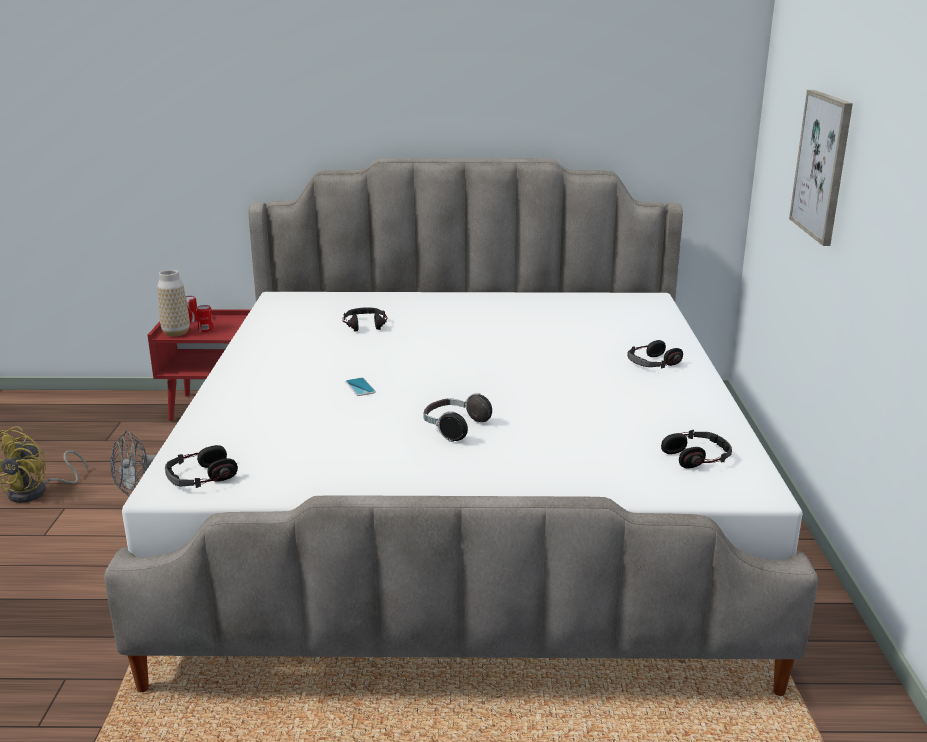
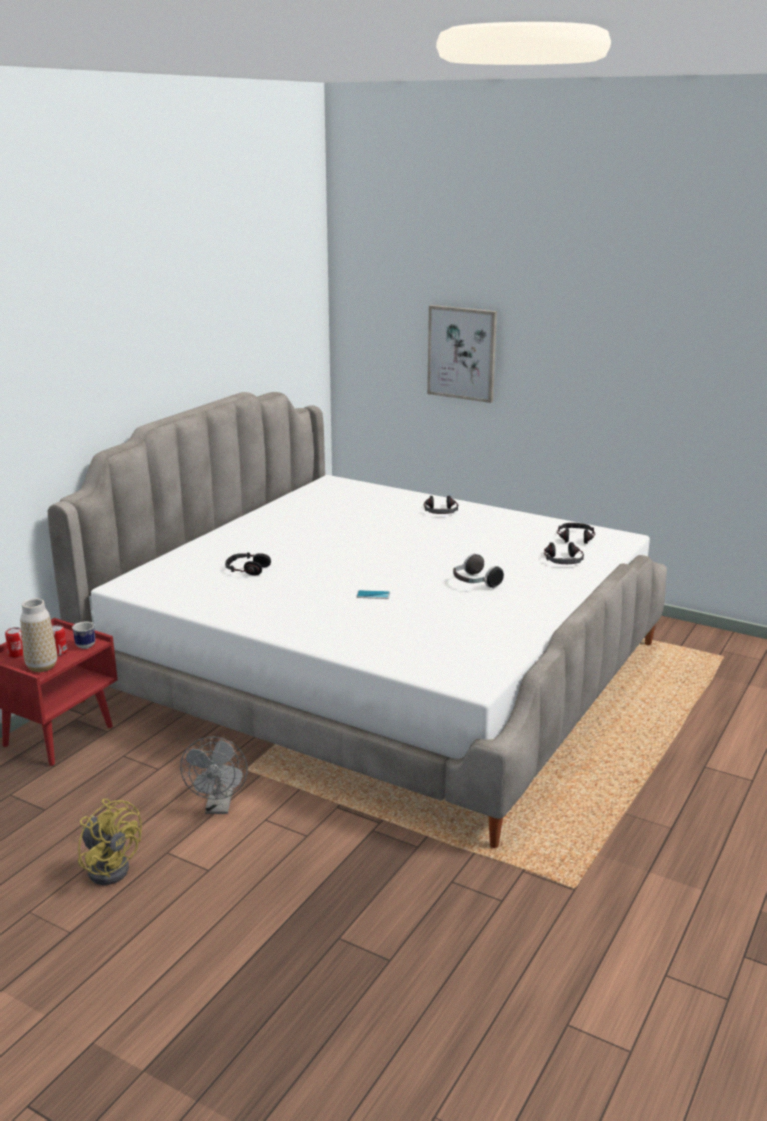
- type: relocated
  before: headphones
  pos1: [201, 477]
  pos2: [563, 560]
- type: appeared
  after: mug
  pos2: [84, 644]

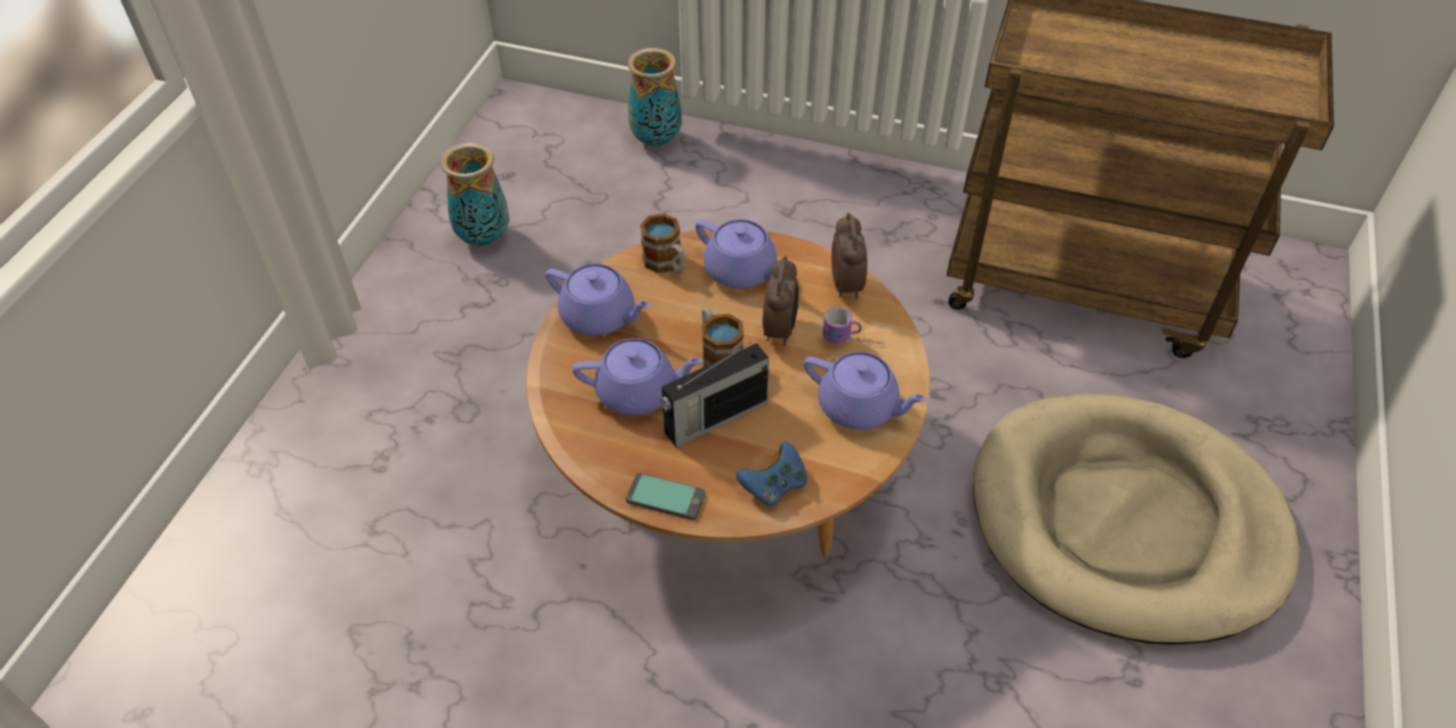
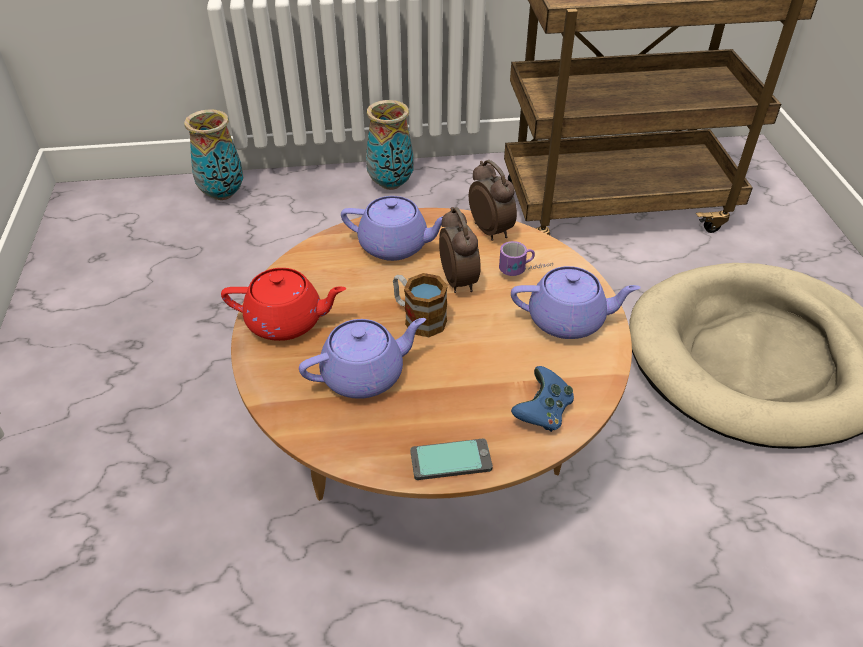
- type: relocated
  before: vase
  pos1: [485, 238]
  pos2: [391, 184]
- type: colour
  before: purple teapot
  after: red teapot
  pos1: [599, 317]
  pos2: [287, 321]
- type: missing
  before: mug
  pos1: [667, 264]
- type: missing
  before: radio
  pos1: [714, 418]

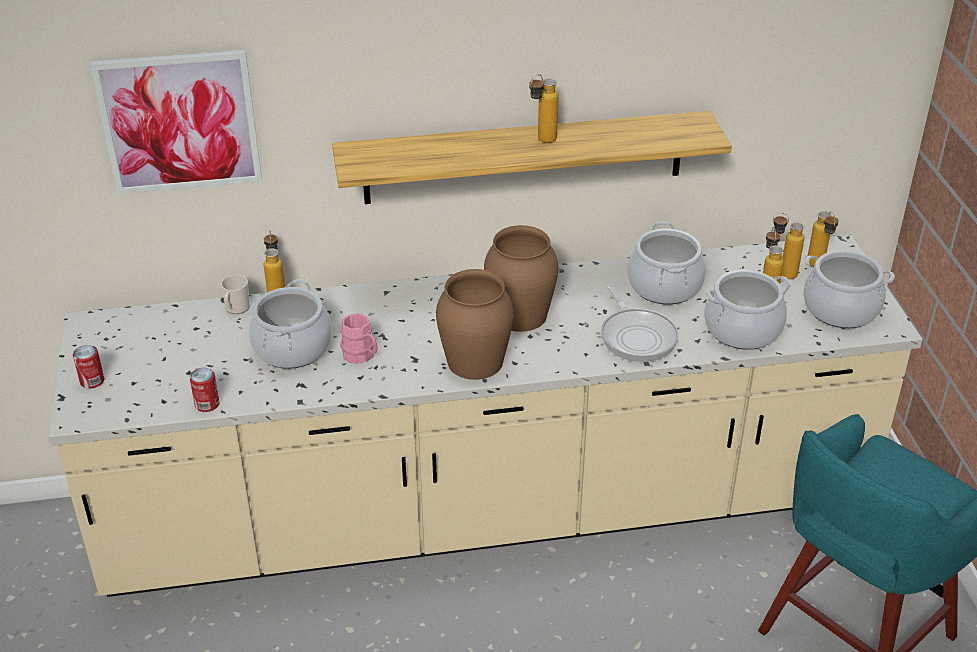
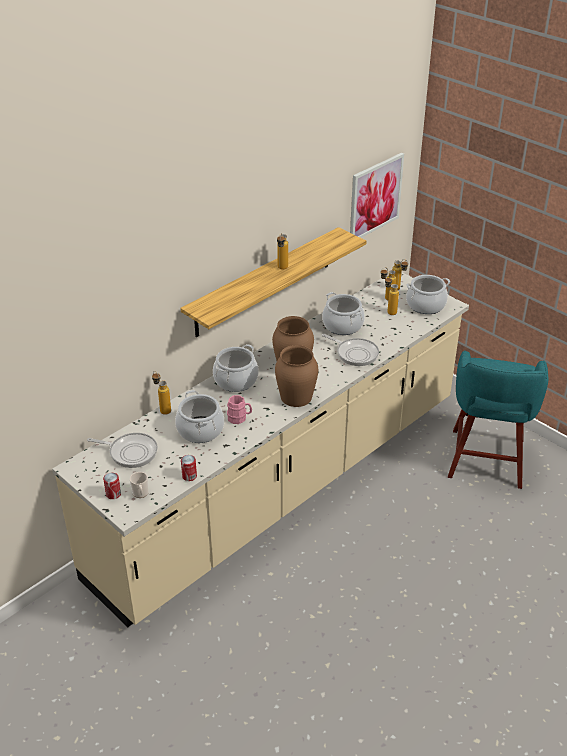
- type: relocated
  before: picture
  pos1: [179, 121]
  pos2: [375, 197]
- type: relocated
  before: mug
  pos1: [236, 309]
  pos2: [141, 494]
- type: relocated
  before: cooking pot
  pos1: [742, 329]
  pos2: [235, 380]
- type: appeared
  after: frying pan
  pos2: [130, 452]

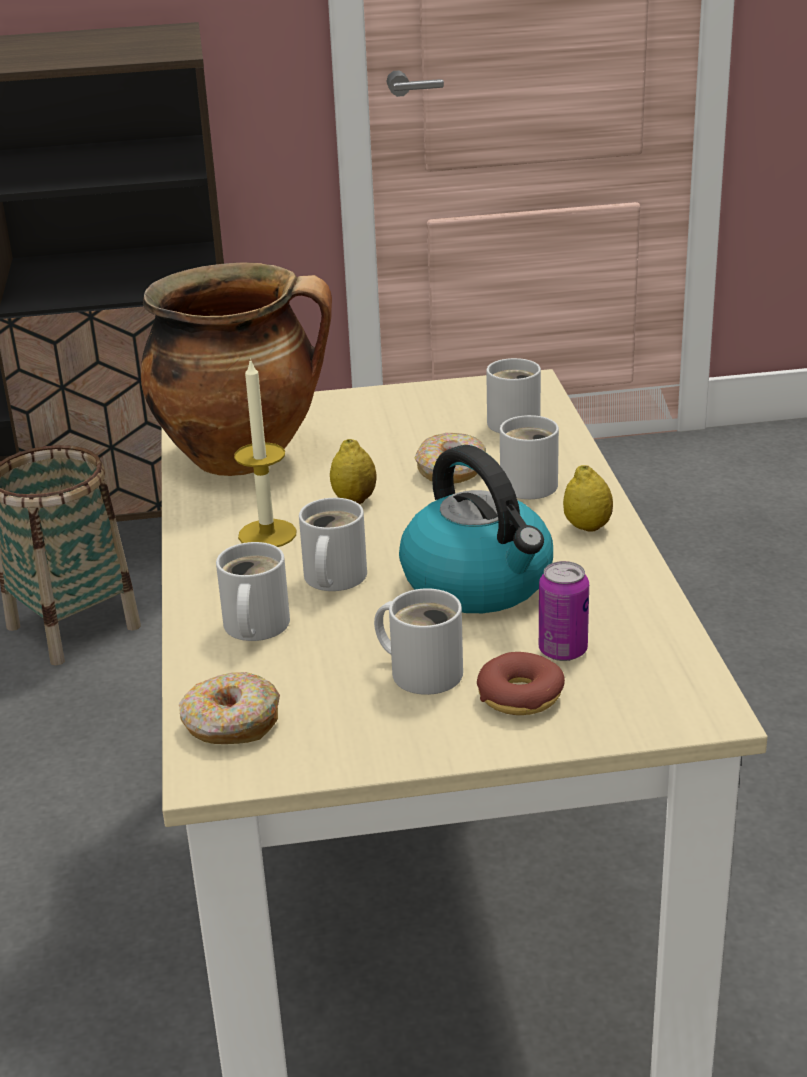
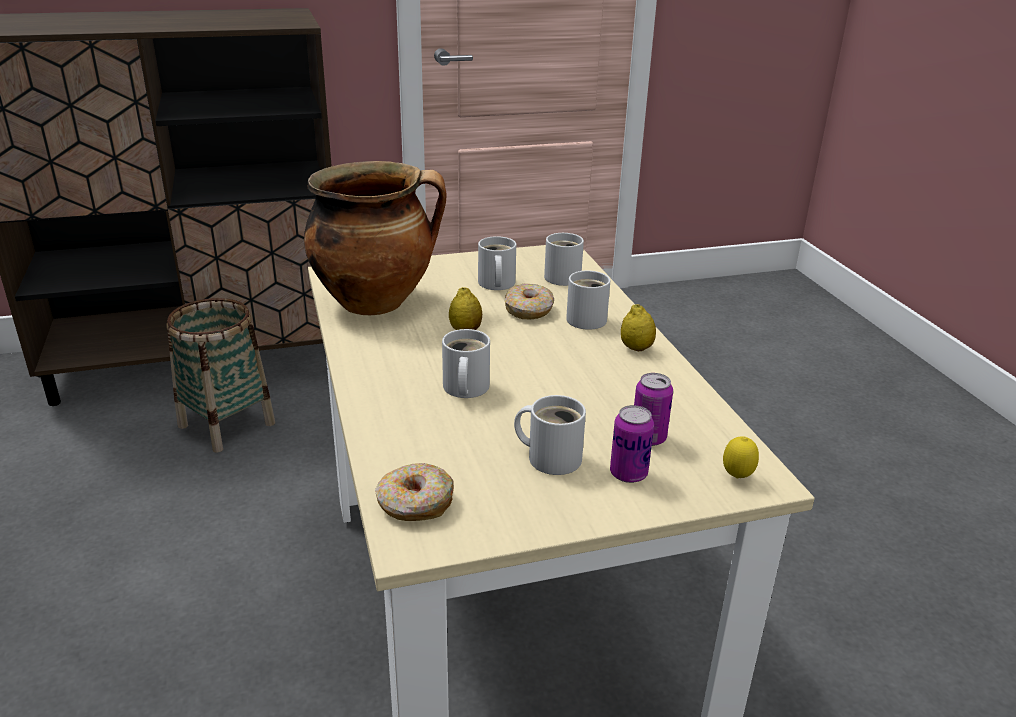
- type: relocated
  before: white mug
  pos1: [253, 627]
  pos2: [495, 284]
- type: missing
  before: candle
  pos1: [267, 534]
- type: missing
  before: kettle
  pos1: [479, 583]
- type: exchanged
  before: donut
  after: can
  pos1: [520, 696]
  pos2: [628, 474]
- type: appeared
  after: lemon
  pos2: [737, 477]

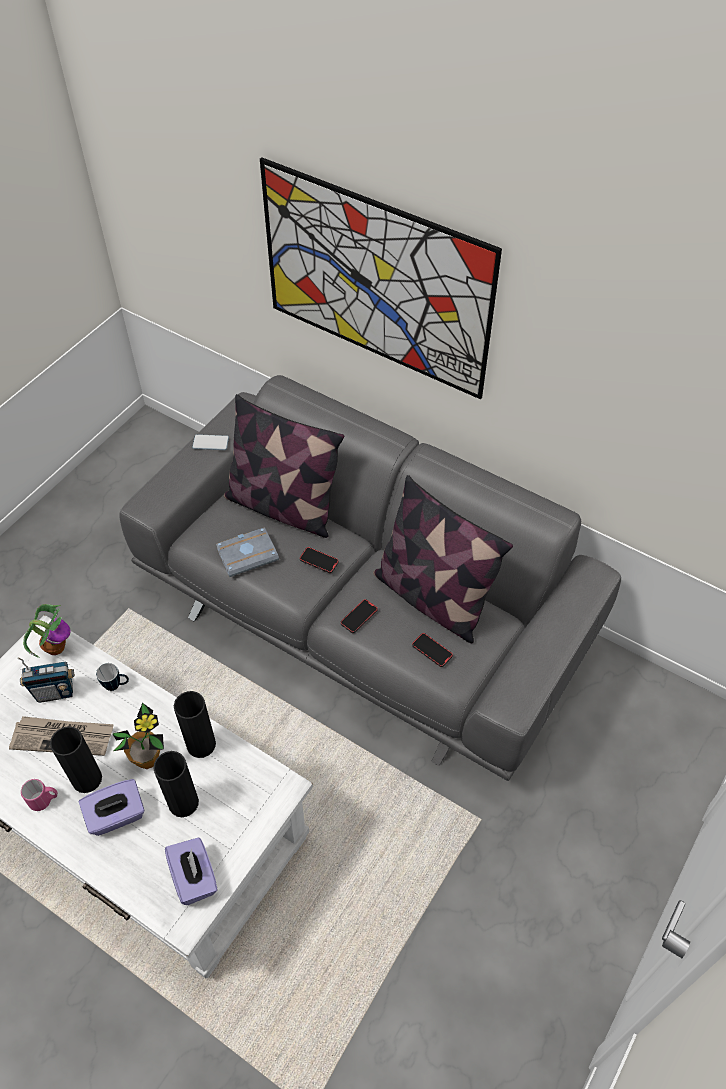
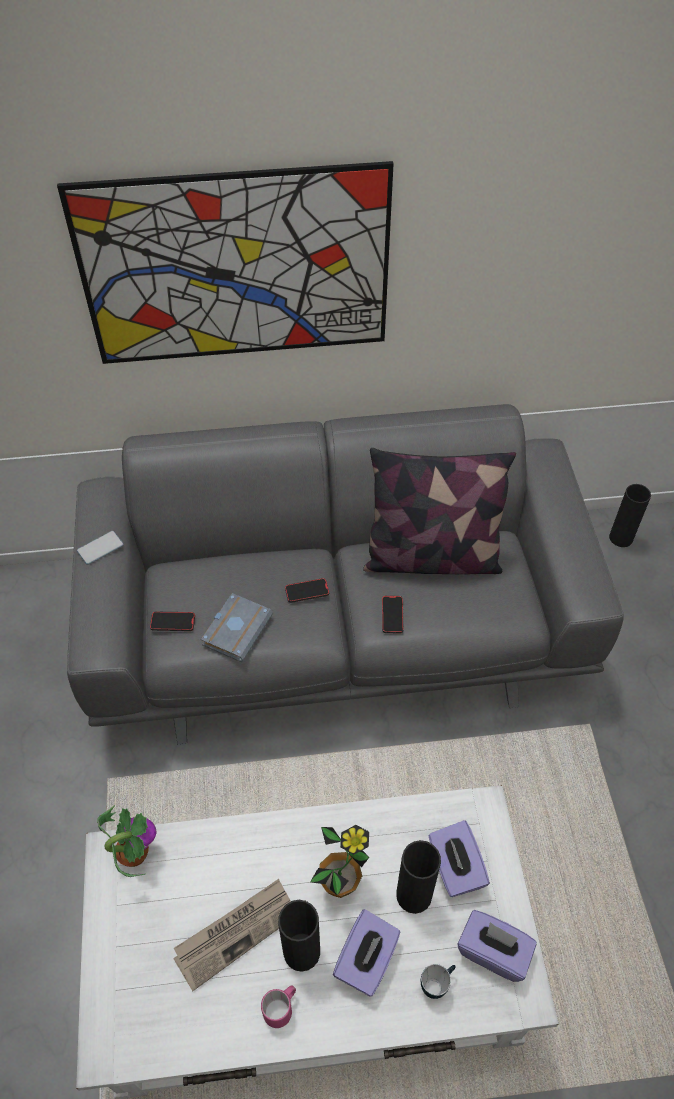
- type: missing
  before: radio
  pos1: [55, 692]
- type: relocated
  before: mug
  pos1: [116, 685]
  pos2: [437, 984]
- type: relocated
  before: black vase
  pos1: [201, 744]
  pos2: [621, 538]
- type: missing
  before: pillow
  pos1: [282, 506]
- type: relocated
  before: phone
  pos1: [432, 651]
  pos2: [173, 622]
- type: appeared
  after: purple tissue box
  pos2: [455, 868]

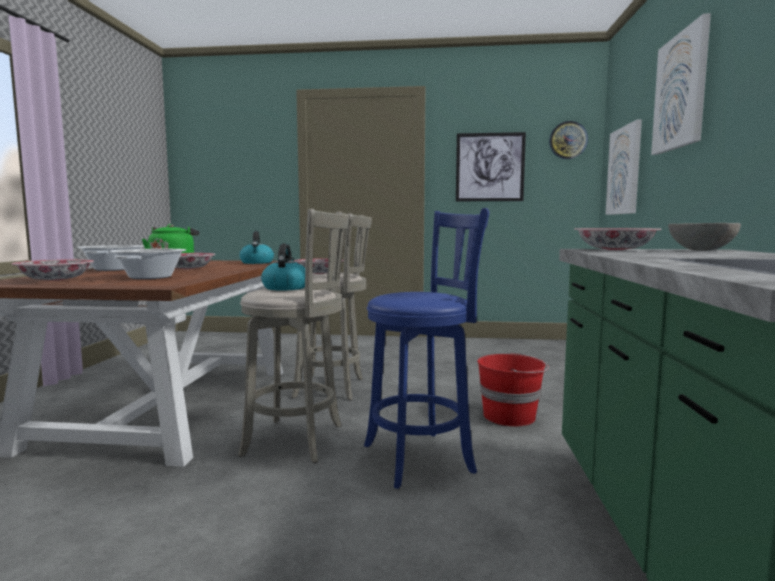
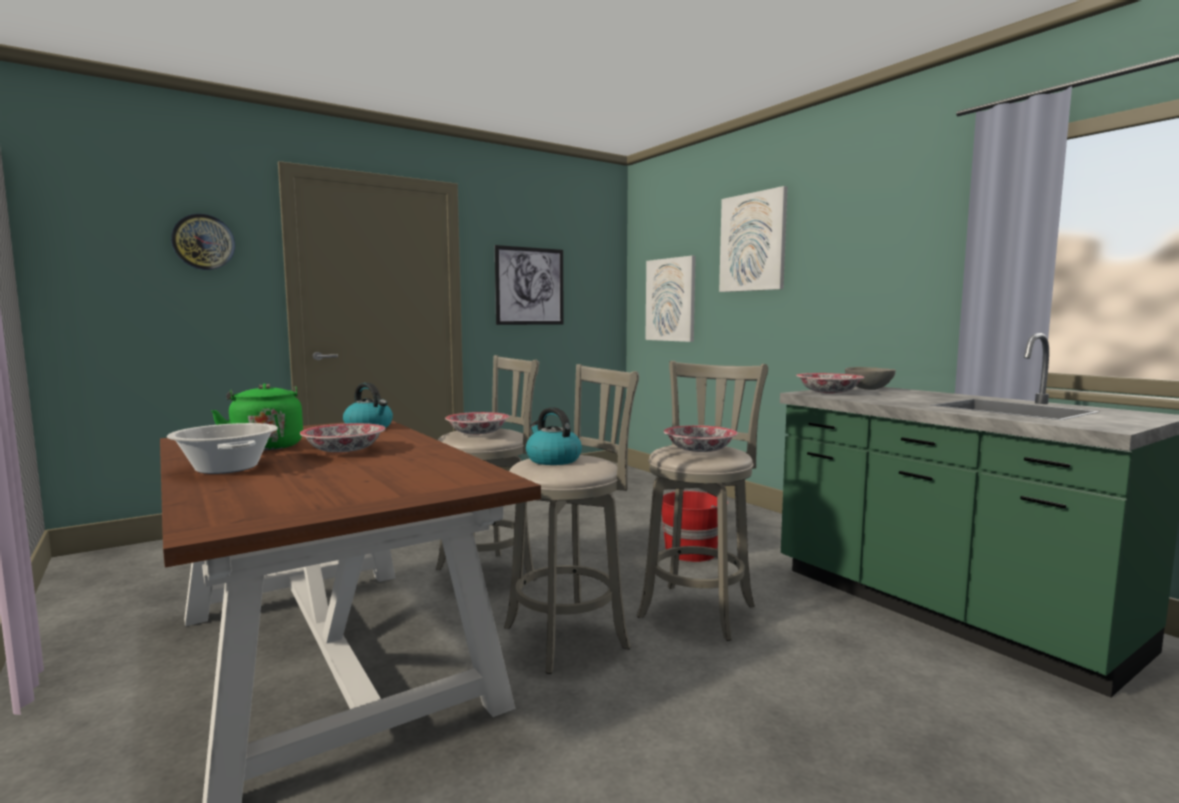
- type: relocated
  before: bowl
  pos1: [56, 280]
  pos2: [699, 450]
- type: missing
  before: cooking pot
  pos1: [151, 277]
- type: colour
  before: blue stool
  after: grey stool
  pos1: [423, 457]
  pos2: [699, 608]
- type: relocated
  before: wall clock
  pos1: [568, 140]
  pos2: [203, 242]

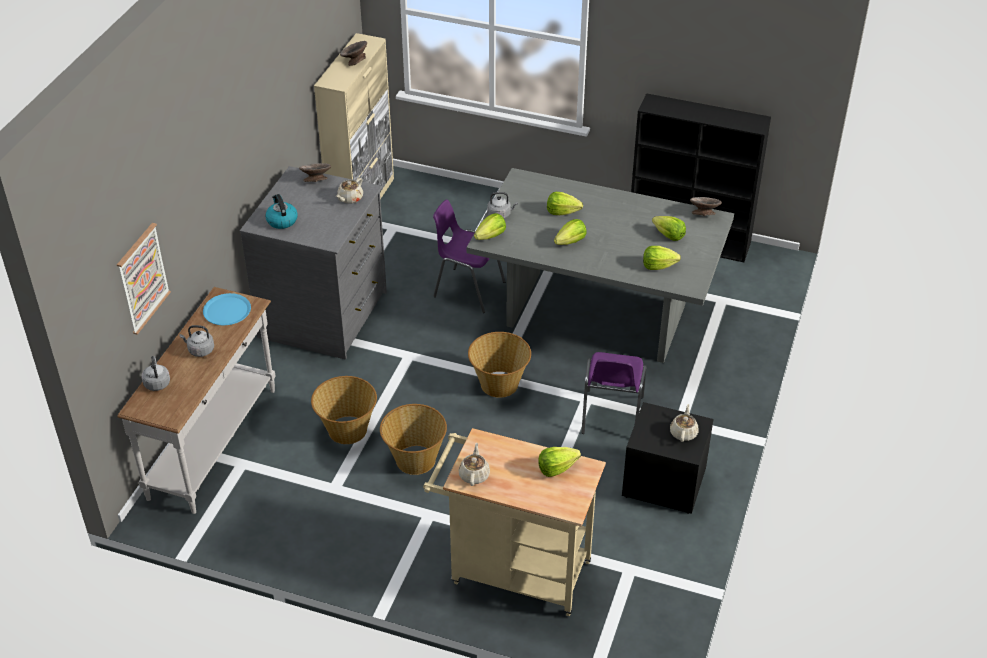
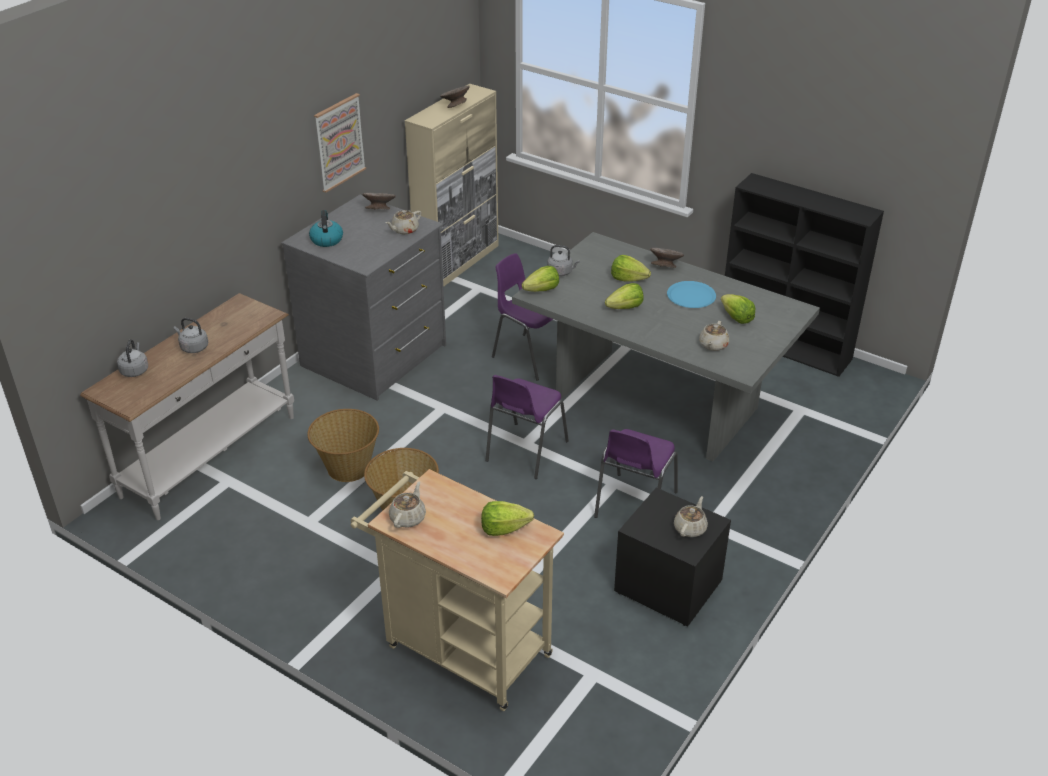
- type: relocated
  before: picture
  pos1: [142, 278]
  pos2: [339, 142]
- type: relocated
  before: blue plate
  pos1: [227, 310]
  pos2: [691, 296]
- type: exchanged
  before: basket
  after: purple chair
  pos1: [499, 384]
  pos2: [525, 452]
- type: exchanged
  before: lettuce
  after: beige teapot
  pos1: [658, 266]
  pos2: [713, 345]
- type: relocated
  before: grey bowl
  pos1: [703, 213]
  pos2: [665, 266]

